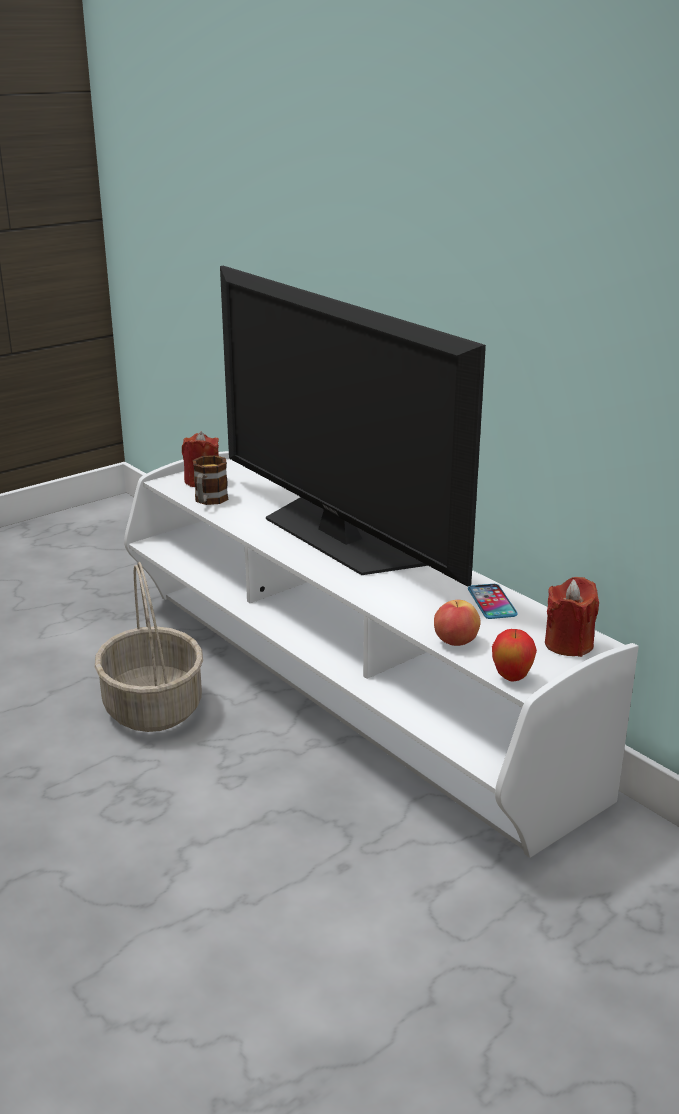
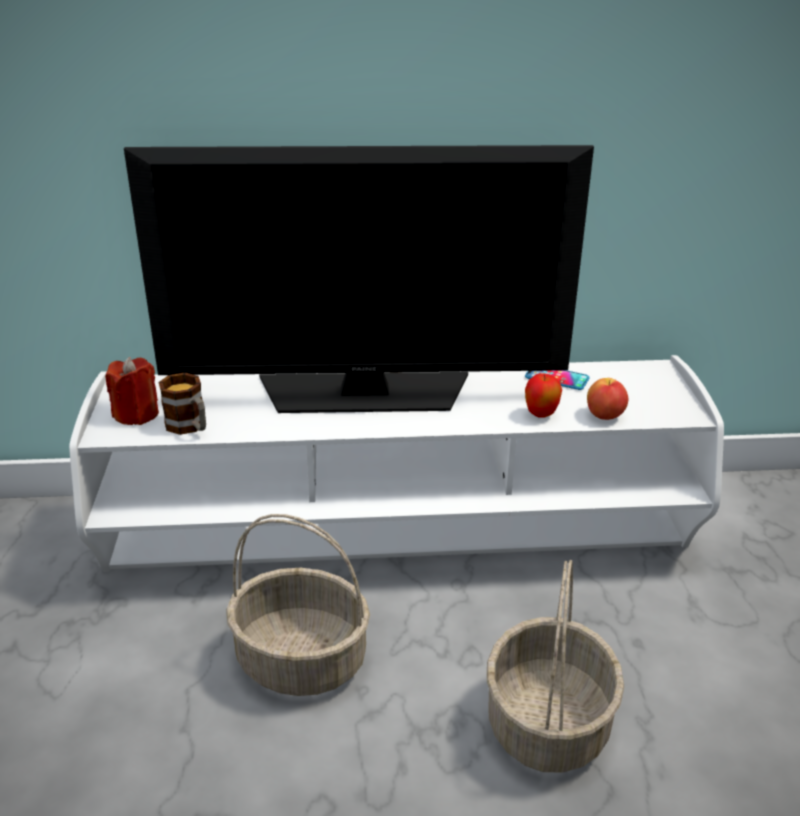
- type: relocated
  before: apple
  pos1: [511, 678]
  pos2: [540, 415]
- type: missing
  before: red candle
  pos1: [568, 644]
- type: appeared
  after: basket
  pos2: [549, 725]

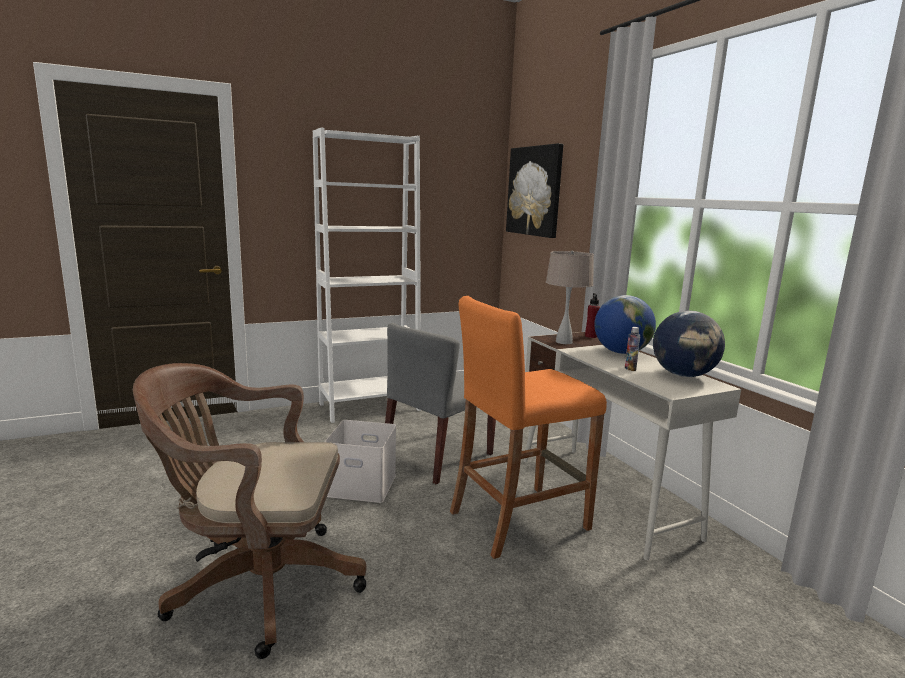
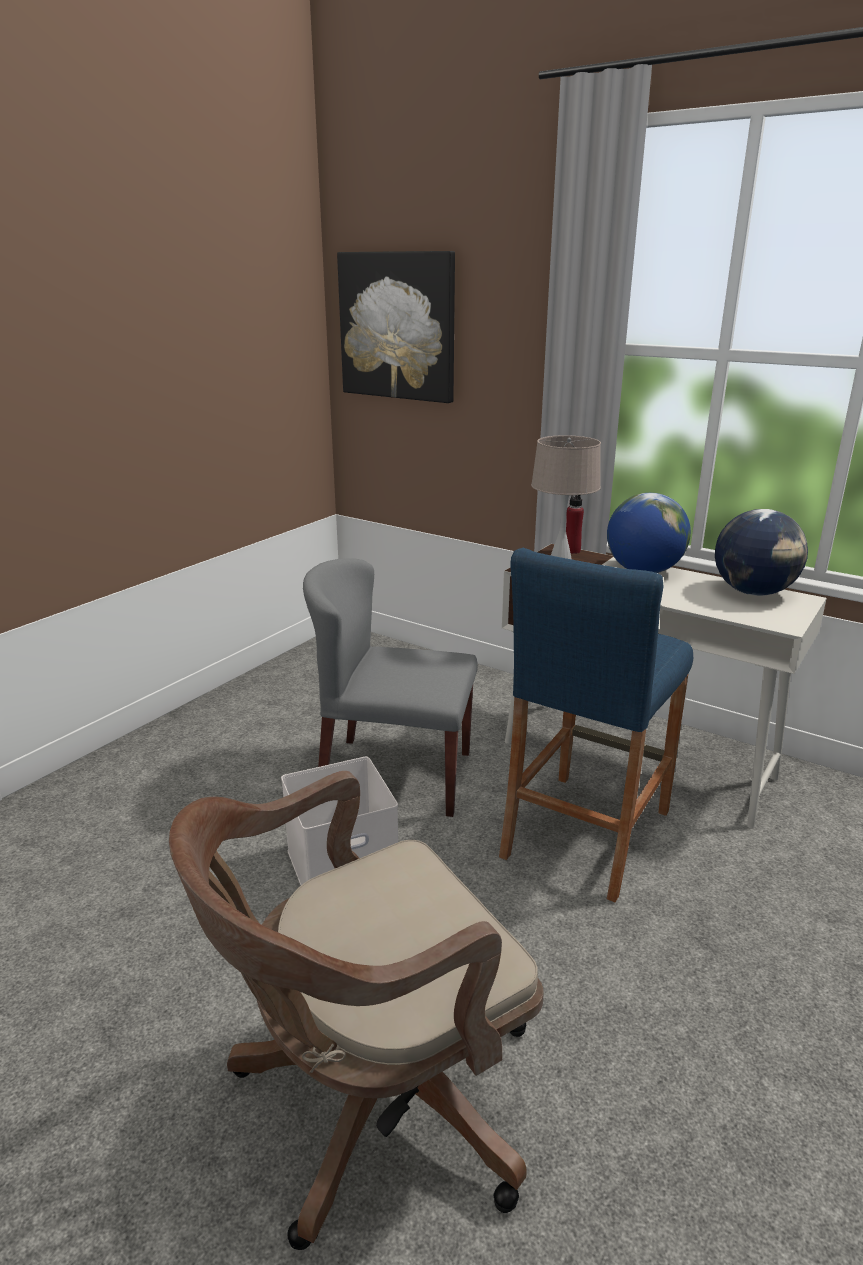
- type: missing
  before: white bookcase
  pos1: [369, 407]
- type: spun
  before: grey chair
  pos1: [437, 456]
  pos2: [394, 776]
  turn: 90
- type: colour
  before: orange stool
  after: blue stool
  pos1: [519, 520]
  pos2: [585, 833]
- type: missing
  before: bottle
  pos1: [630, 368]

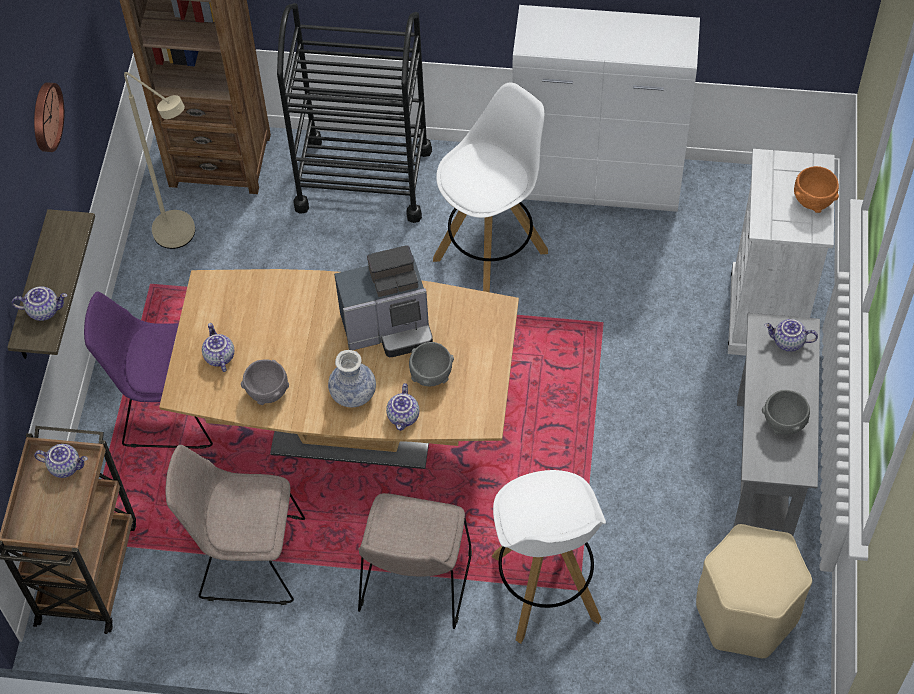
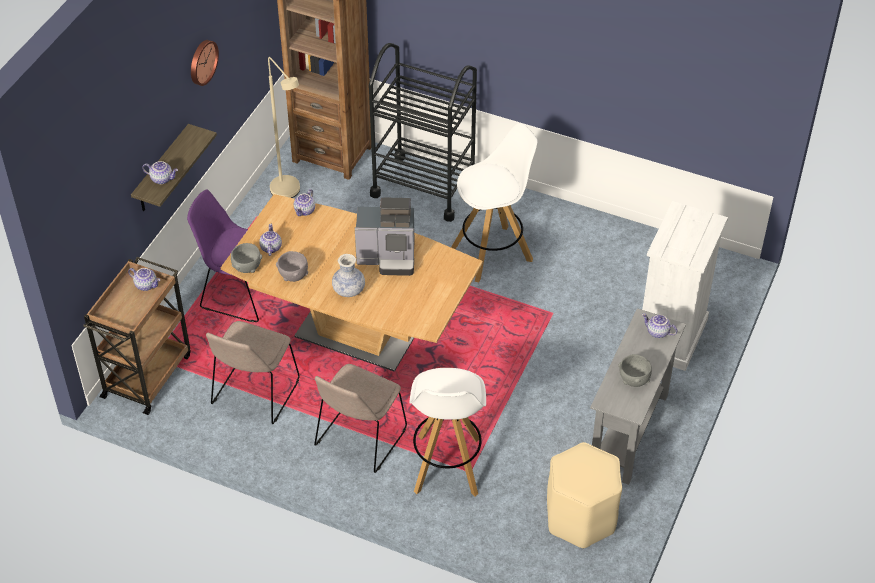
- type: spun
  before: beige chair
  pos1: [247, 557]
  pos2: [254, 394]
  turn: -90
- type: relocated
  before: teapot
  pos1: [404, 417]
  pos2: [305, 211]
- type: relocated
  before: grey bowl
  pos1: [431, 375]
  pos2: [247, 267]
- type: missing
  before: white cabinet
  pos1: [598, 183]
- type: missing
  before: orange bowl
  pos1: [812, 201]

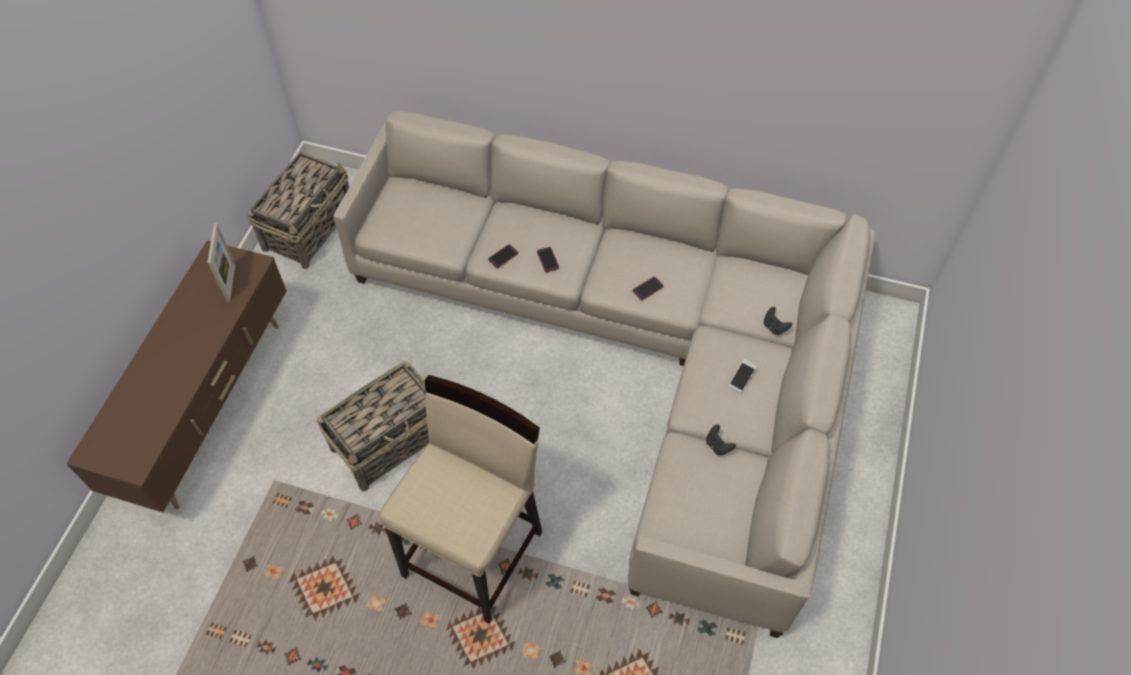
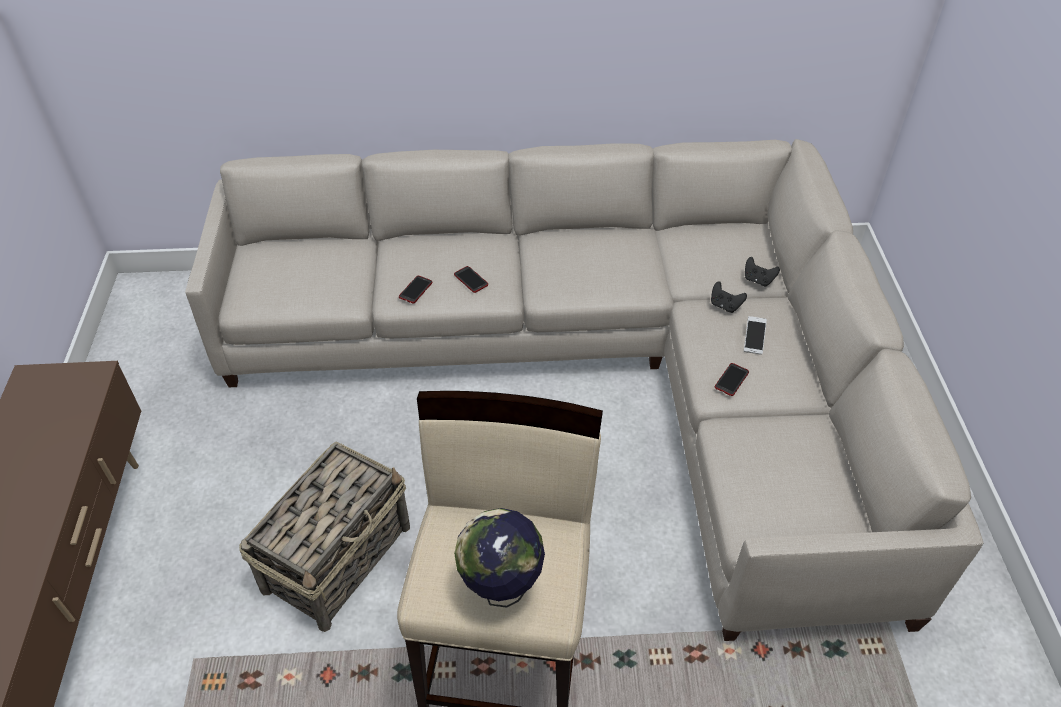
- type: missing
  before: picture frame
  pos1: [231, 282]
- type: missing
  before: basket
  pos1: [310, 227]
- type: relocated
  before: phone
  pos1: [648, 289]
  pos2: [731, 380]
- type: relocated
  before: black game controller
  pos1: [718, 446]
  pos2: [725, 305]
- type: appeared
  after: globe
  pos2: [501, 588]

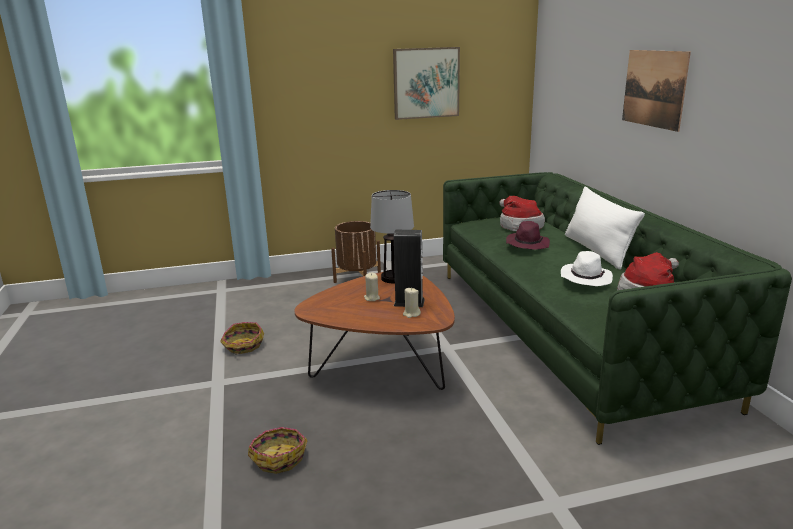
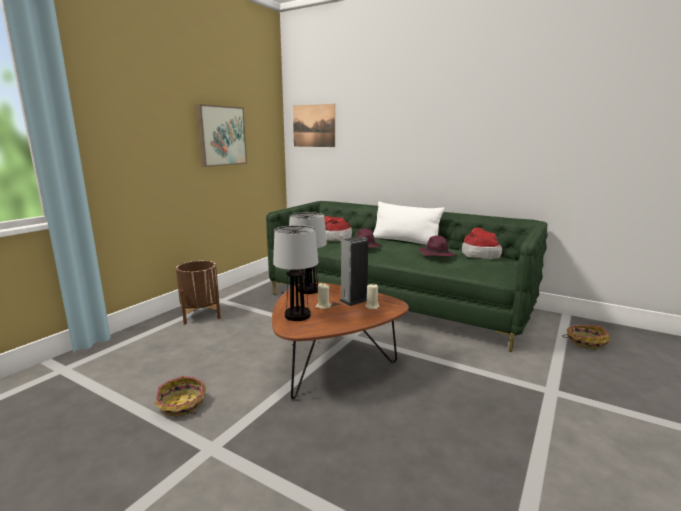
- type: relocated
  before: basket
  pos1: [279, 457]
  pos2: [585, 342]
- type: colour
  before: white hat
  after: purple hat
  pos1: [585, 278]
  pos2: [436, 254]
- type: relocated
  before: picture
  pos1: [654, 88]
  pos2: [313, 126]
- type: appeared
  after: table lamp
  pos2: [297, 315]

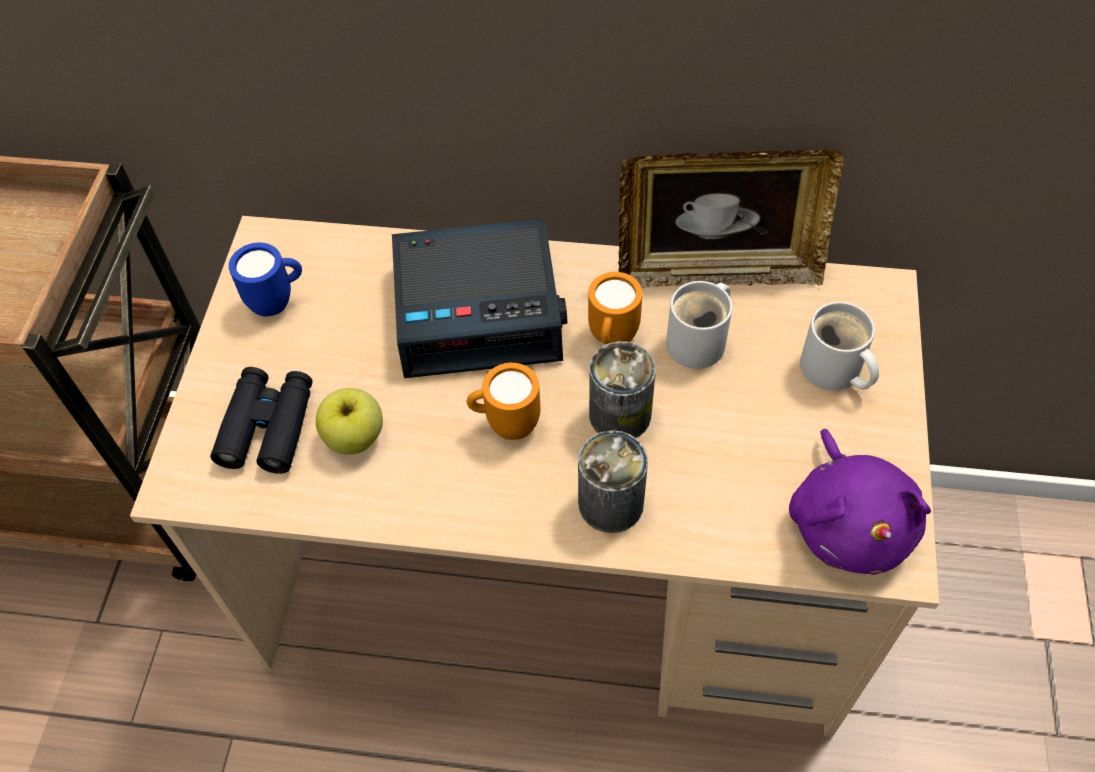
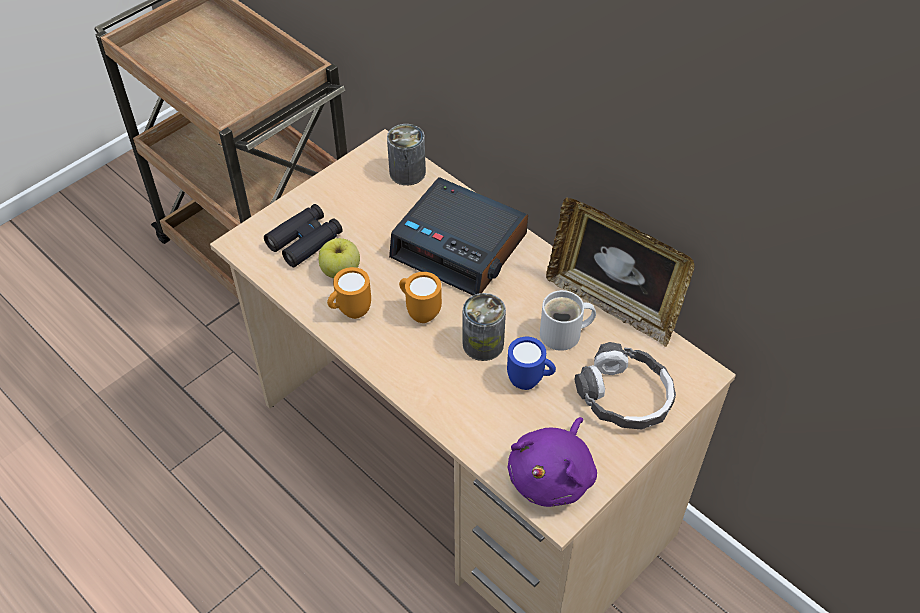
- type: relocated
  before: blue mug
  pos1: [278, 301]
  pos2: [530, 381]
- type: relocated
  before: can
  pos1: [611, 503]
  pos2: [407, 172]
- type: relocated
  before: orange mug
  pos1: [611, 339]
  pos2: [350, 312]
- type: exchanged
  before: white mug
  after: headphones
  pos1: [832, 371]
  pos2: [624, 396]

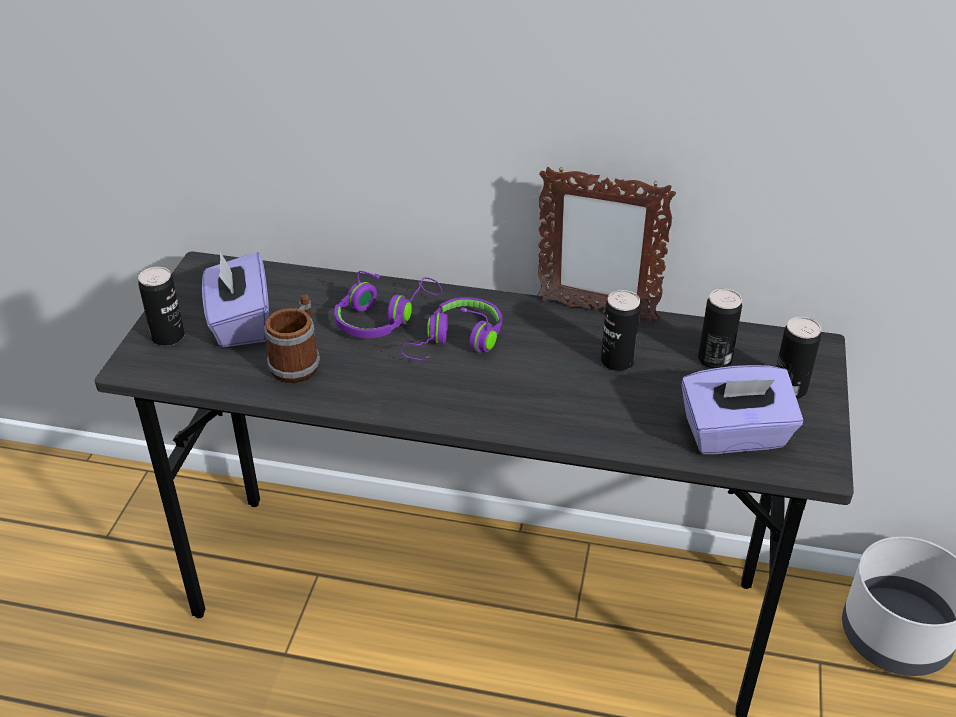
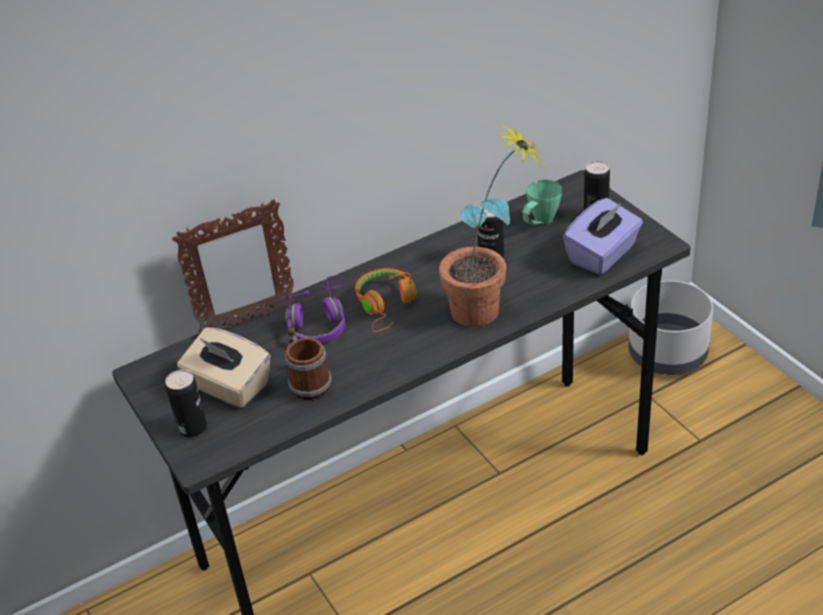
- type: colour
  before: purple tissue box
  after: beige tissue box
  pos1: [240, 323]
  pos2: [229, 387]
- type: colour
  before: purple headphones
  after: orange headphones
  pos1: [457, 342]
  pos2: [386, 306]
- type: relocated
  before: picture frame
  pos1: [596, 310]
  pos2: [247, 320]
- type: exchanged
  before: can
  after: green mug
  pos1: [714, 360]
  pos2: [539, 223]
- type: appeared
  after: potted plant
  pos2: [490, 309]

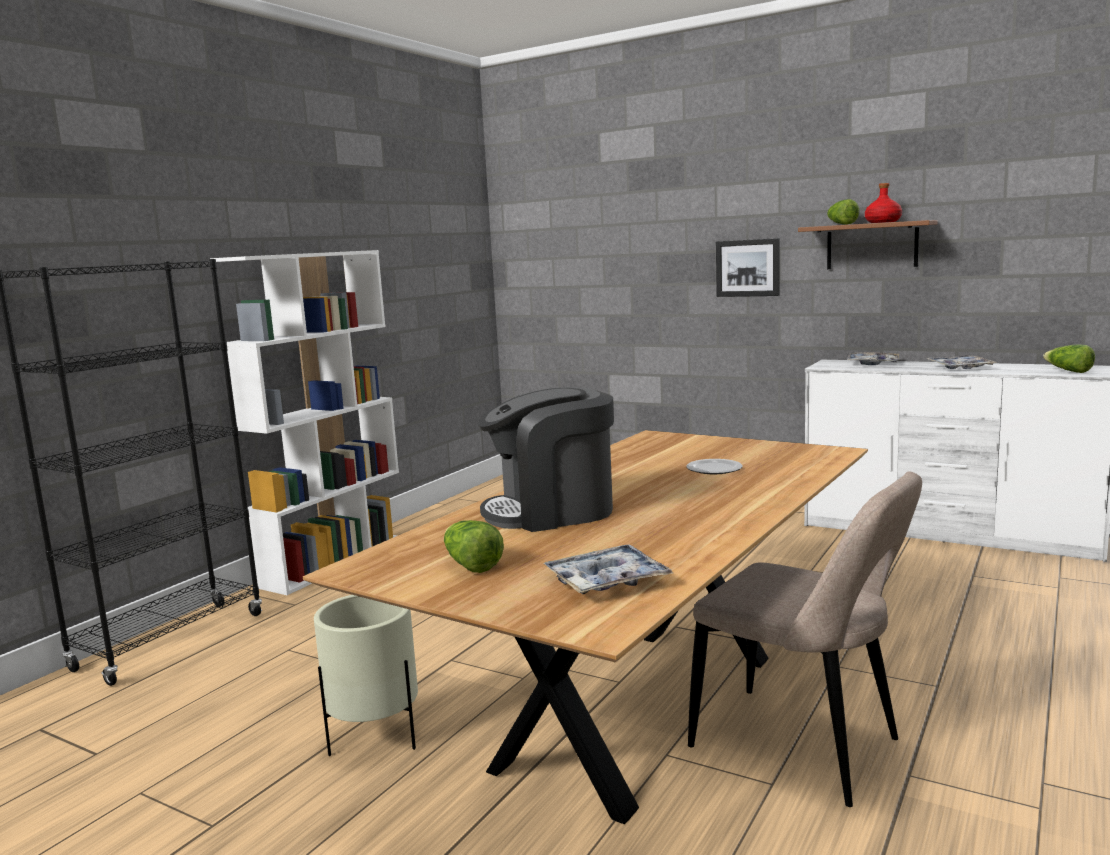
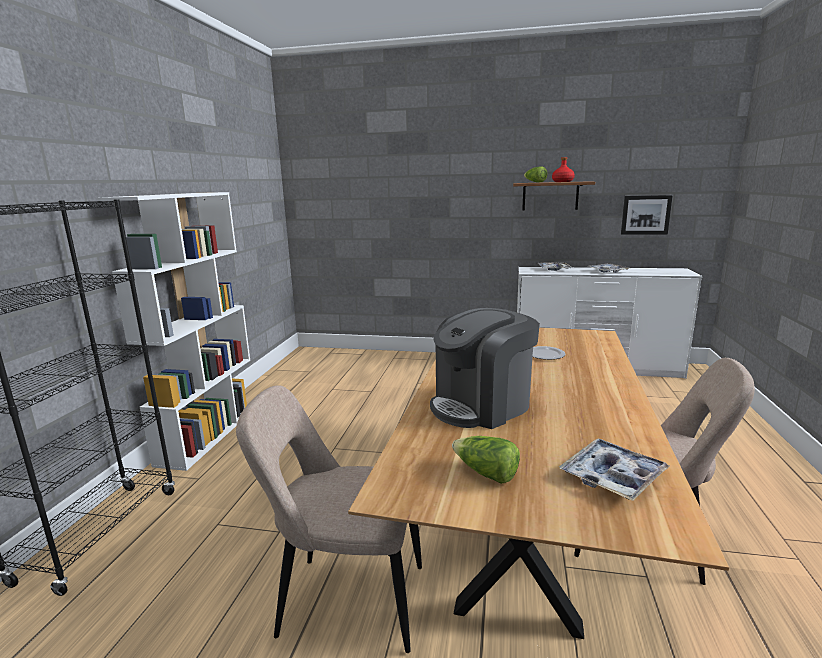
- type: exchanged
  before: beige planter
  after: beige chair
  pos1: [375, 738]
  pos2: [345, 600]
- type: relocated
  before: picture
  pos1: [748, 268]
  pos2: [645, 215]
- type: missing
  before: lettuce
  pos1: [1068, 371]

